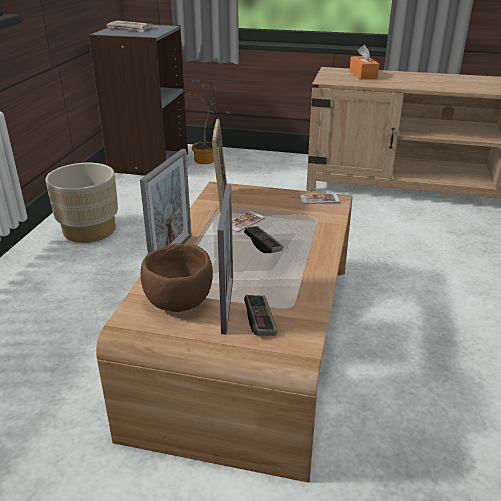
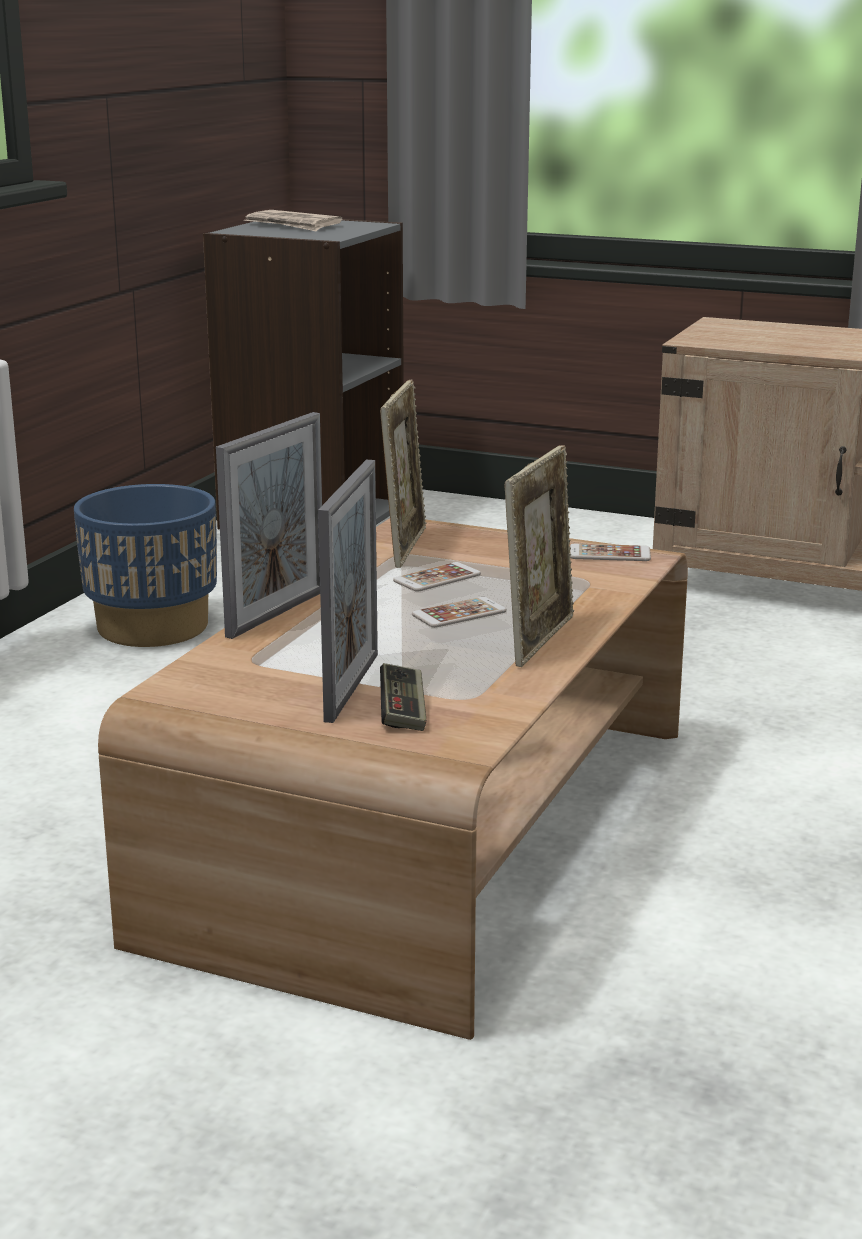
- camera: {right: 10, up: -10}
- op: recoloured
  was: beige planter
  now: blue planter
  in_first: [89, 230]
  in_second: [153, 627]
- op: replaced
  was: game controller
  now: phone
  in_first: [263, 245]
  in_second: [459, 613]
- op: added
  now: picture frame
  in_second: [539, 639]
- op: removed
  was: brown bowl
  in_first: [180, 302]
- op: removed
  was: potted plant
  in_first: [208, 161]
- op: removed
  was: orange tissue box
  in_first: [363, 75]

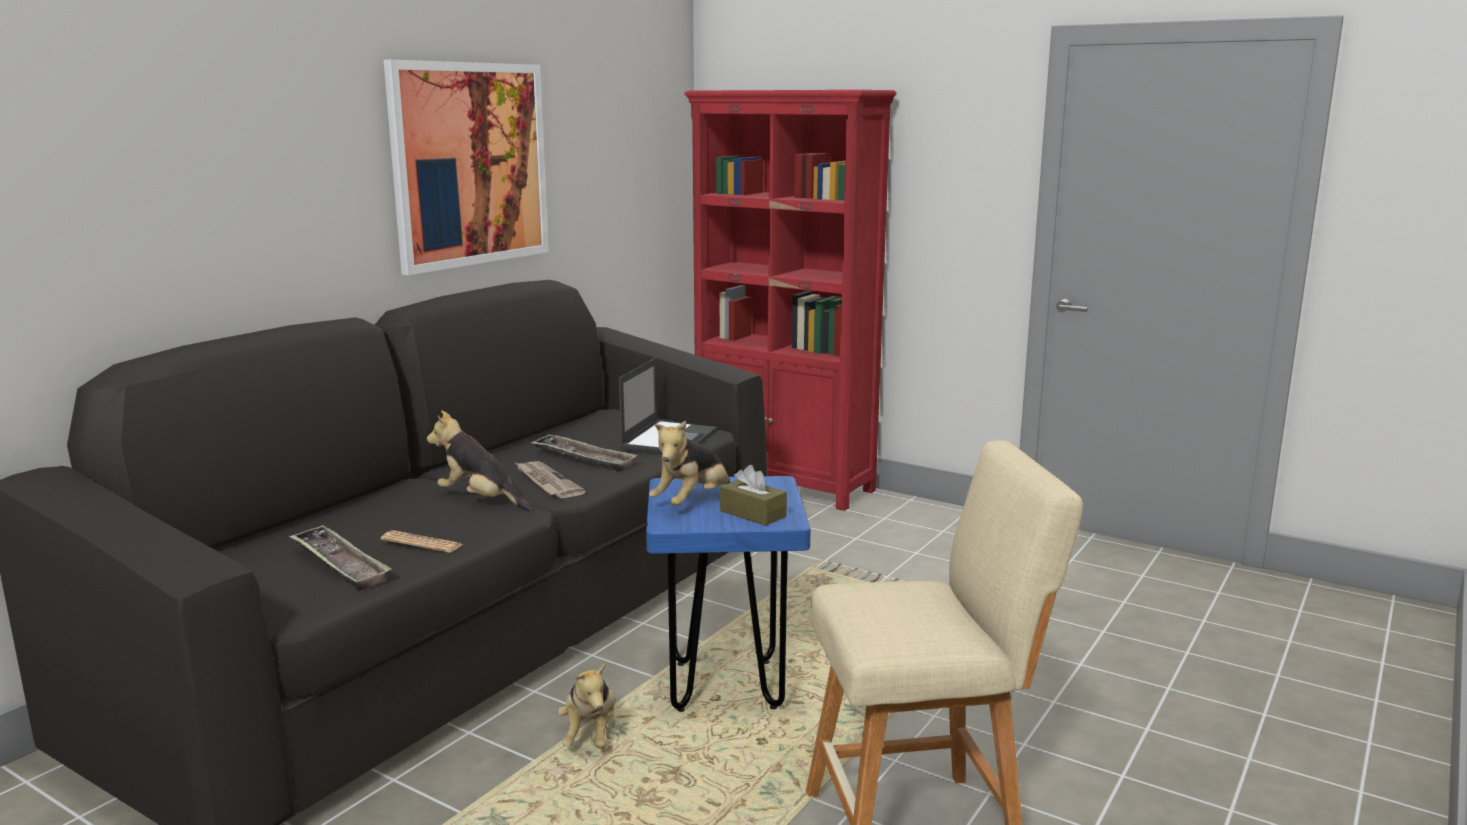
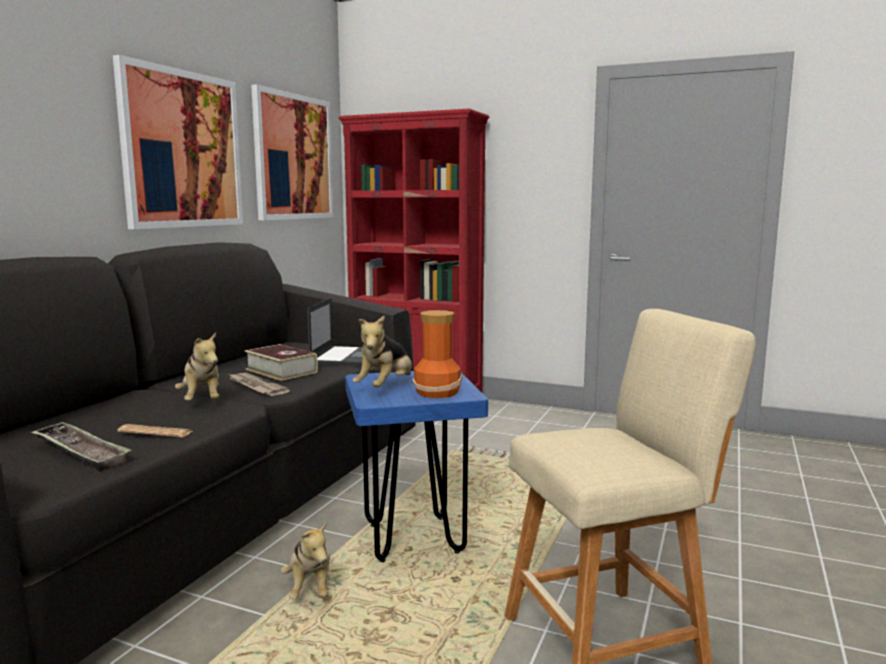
- camera: {right: -10, up: -5}
- op: turned
  was: plush toy
  in_first: [480, 500]
  in_second: [202, 401]
  clockwise: -135
- op: replaced
  was: tray
  now: book
  in_first: [583, 458]
  in_second: [281, 371]
- op: added
  now: picture
  in_second: [293, 157]
- op: replaced
  was: brown tissue box
  now: vase
  in_first: [753, 514]
  in_second: [438, 392]

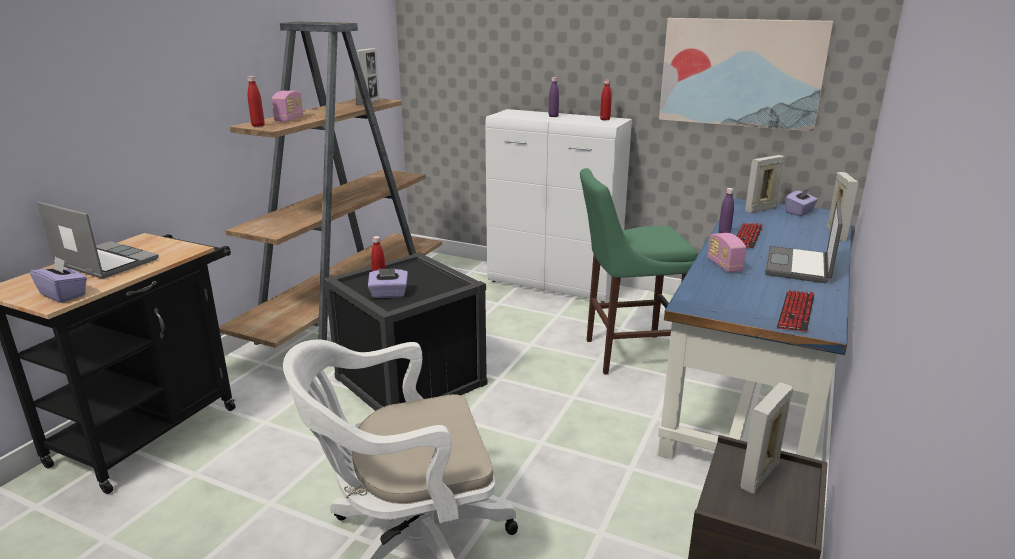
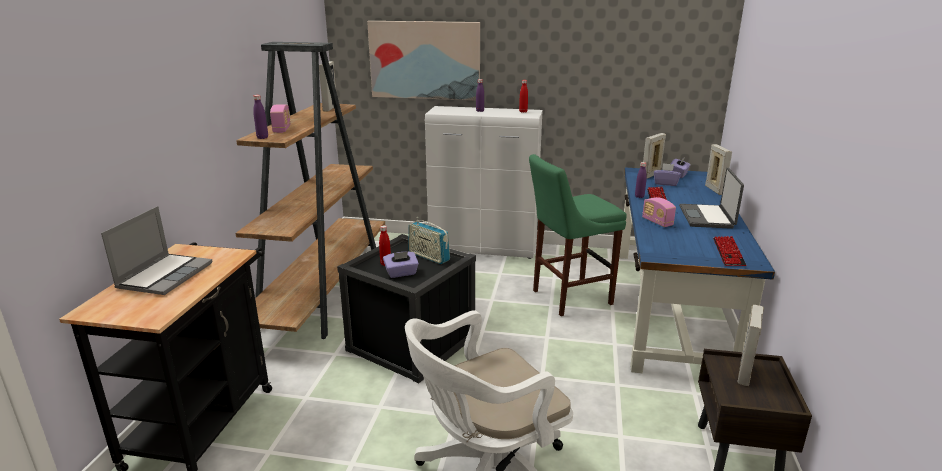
- camera: {right: -15, up: 0}
- op: turned
  was: laptop
  in_first: [104, 262]
  in_second: [165, 275]
  clockwise: 90
- op: recoloured
  was: red bottle
  now: purple bottle
  in_first: [258, 125]
  in_second: [262, 138]
- op: moved
  was: picture
  in_first: [740, 73]
  in_second: [425, 60]
- op: added
  now: radio
  in_second: [429, 257]
- op: moved
  was: purple tissue box
  in_first: [64, 295]
  in_second: [665, 183]

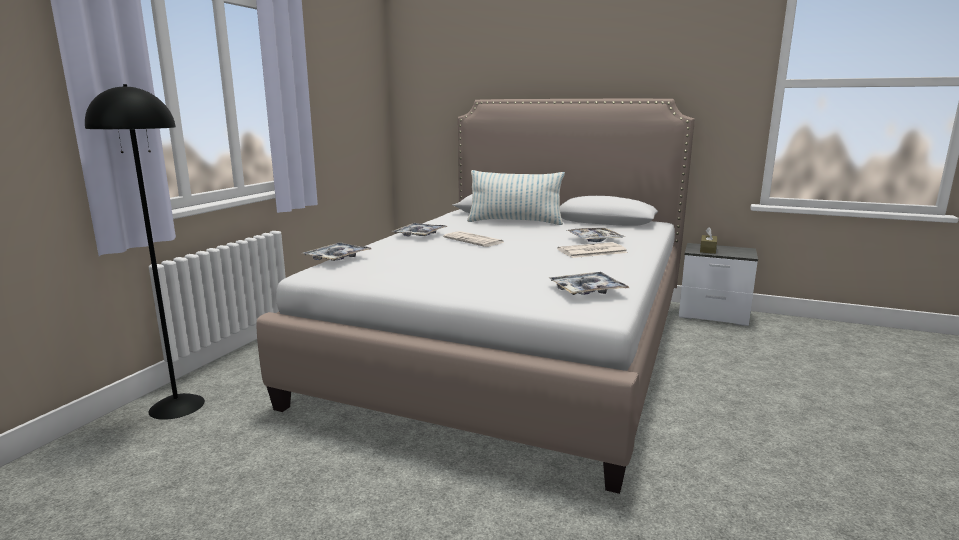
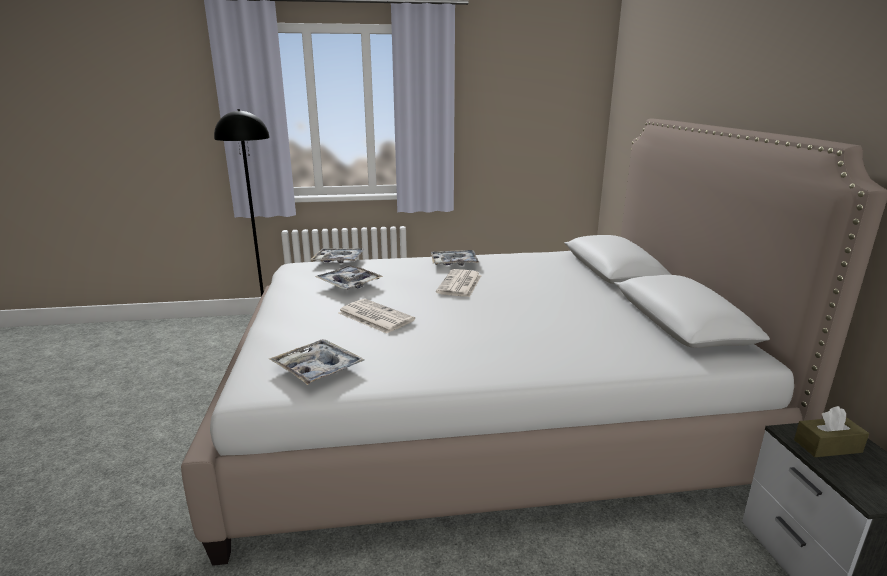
- camera: {right: 60, up: 5}
- op: moved
  was: tray
  in_first: [594, 239]
  in_second: [349, 283]
- op: moved
  was: newspaper
  in_first: [591, 251]
  in_second: [374, 316]
- op: removed
  was: pillow
  in_first: [515, 222]

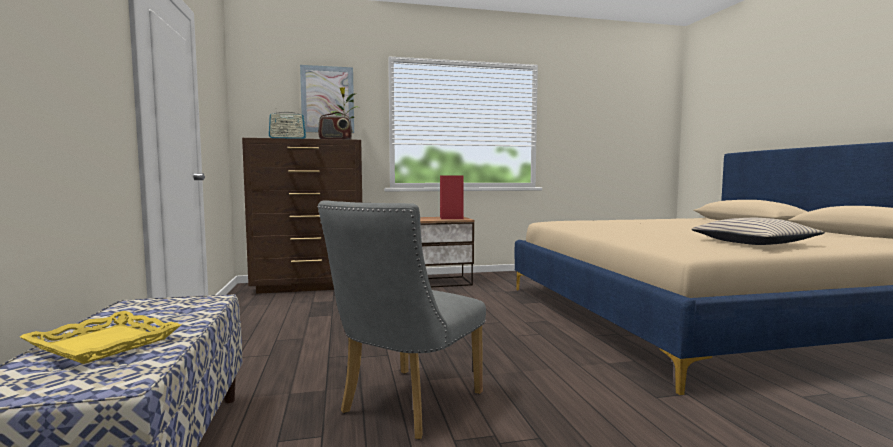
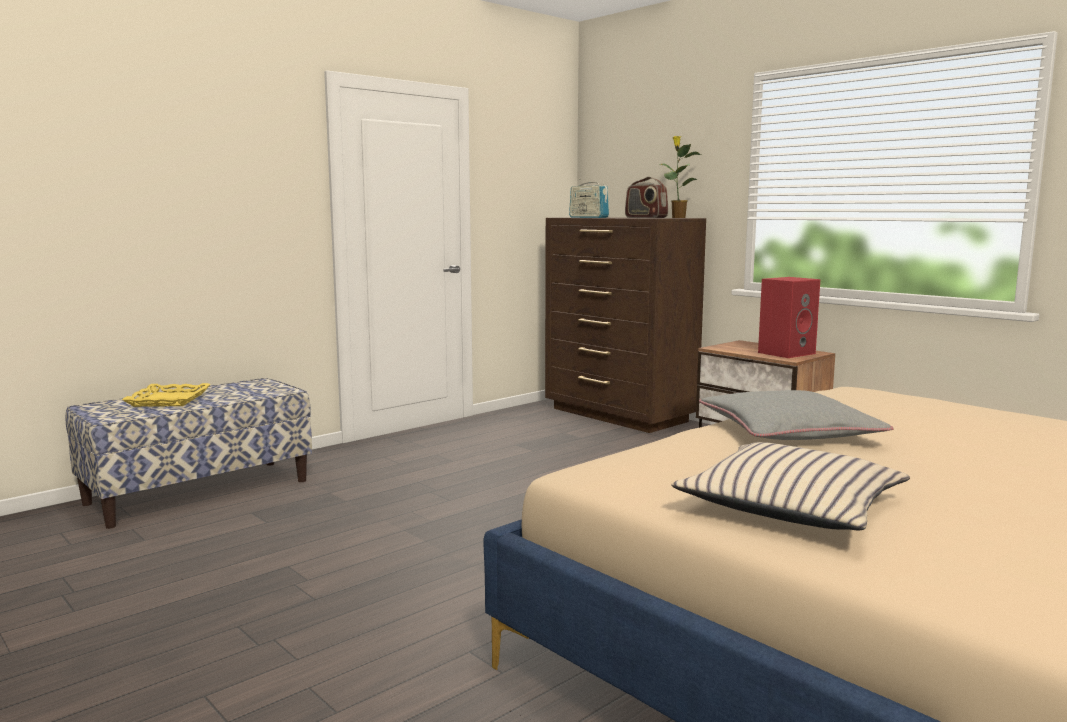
- camera: {right: 60, up: 5}
- op: added
  now: grey pillow
  in_second: [788, 431]
- op: removed
  was: picture
  in_first: [327, 99]
- op: removed
  was: grey chair
  in_first: [405, 406]

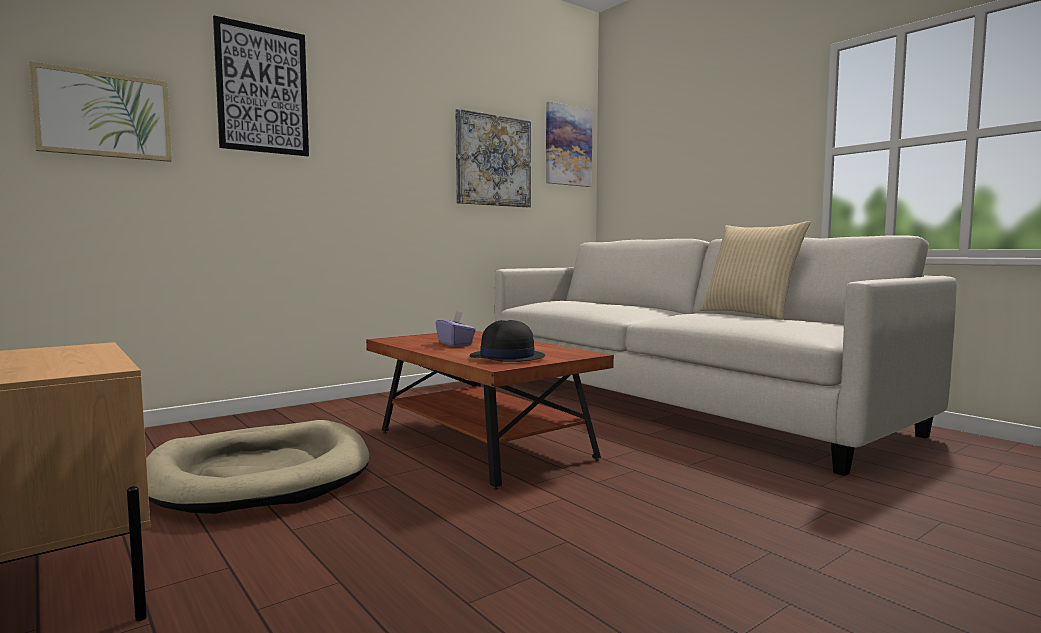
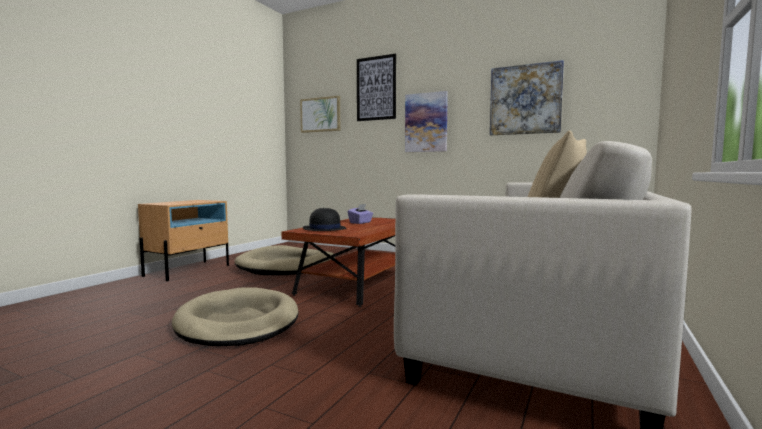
- camera: {right: 65, up: 0}
- op: added
  now: beige dog bed
  in_second: [238, 322]
- op: moved
  was: picture
  in_first: [568, 146]
  in_second: [426, 122]

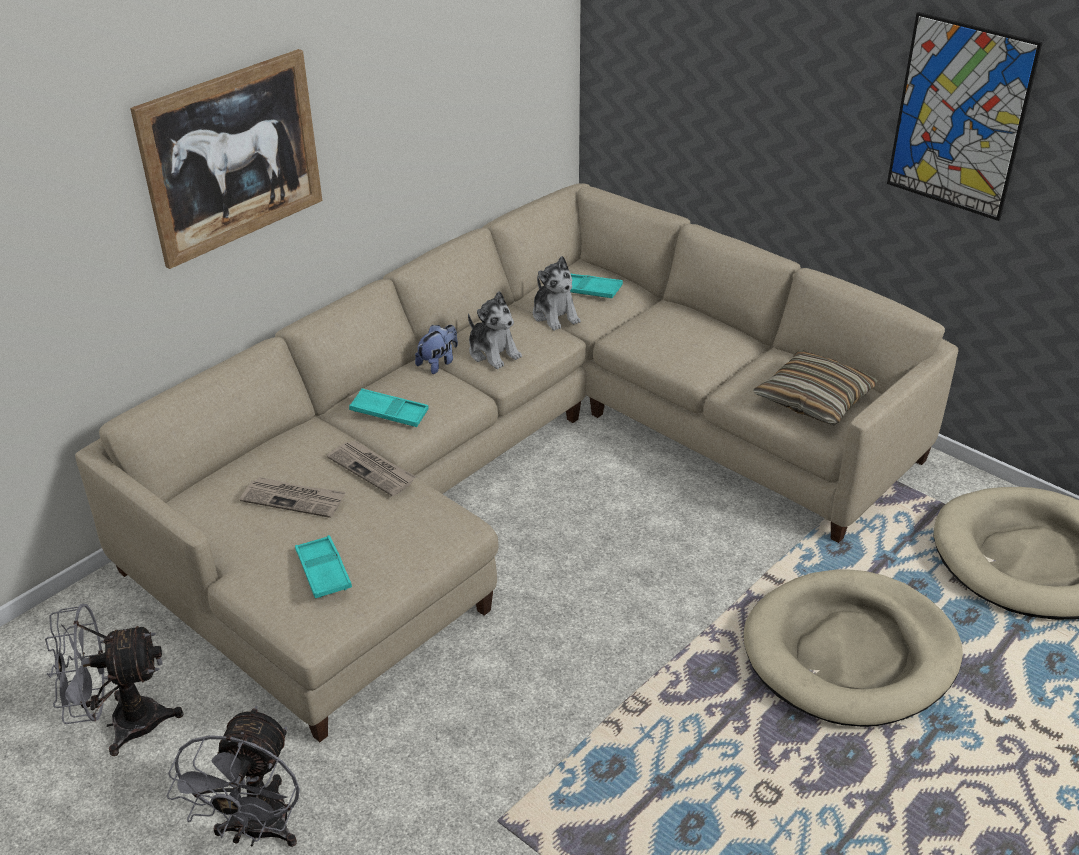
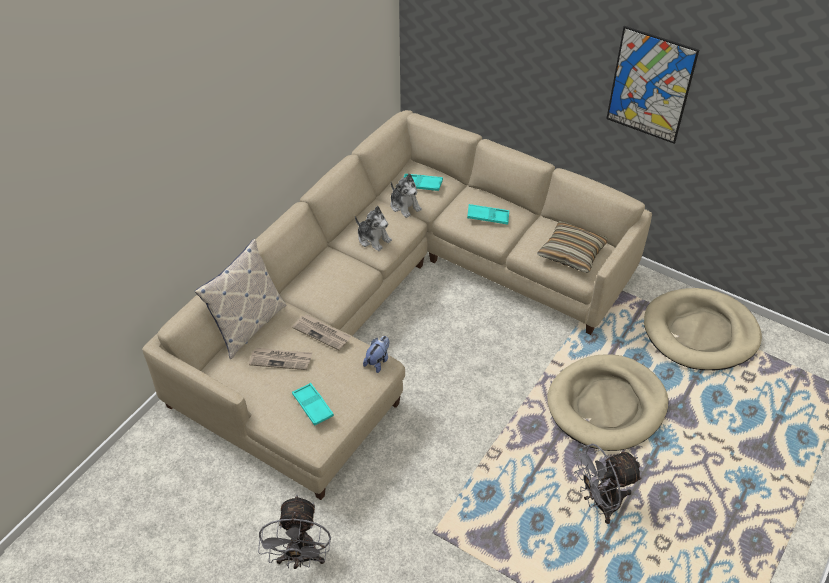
- camera: {right: -10, up: 10}
- op: added
  now: pillow
  in_second: [248, 325]
- op: moved
  was: plush toy
  in_first: [438, 363]
  in_second: [378, 361]
- op: moved
  was: turquoise tray
  in_first: [389, 413]
  in_second: [488, 217]
- op: moved
  was: grey fan
  in_first: [122, 724]
  in_second: [600, 504]
- op: removed
  was: picture
  in_first: [232, 157]

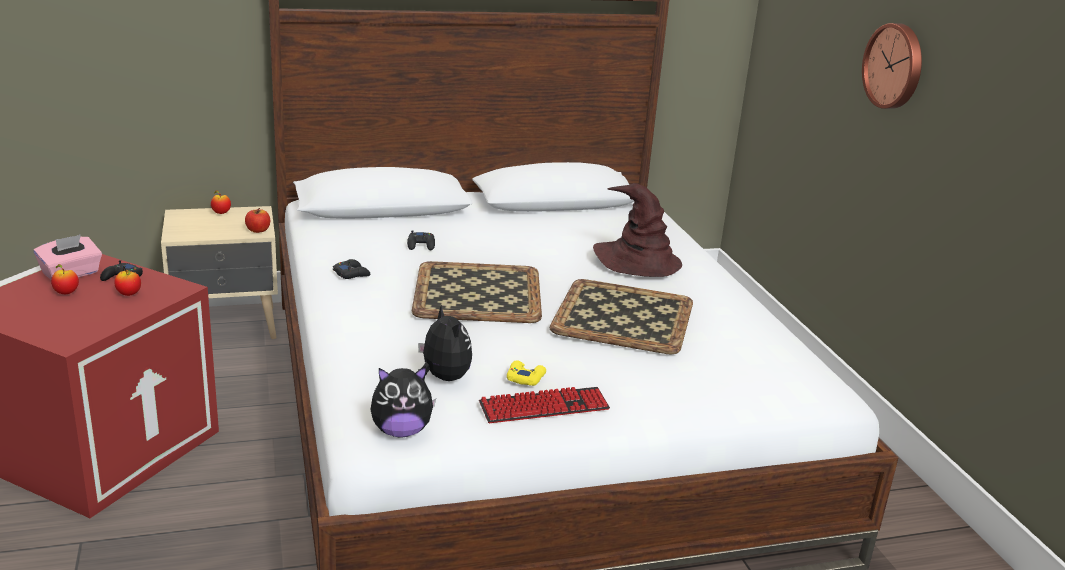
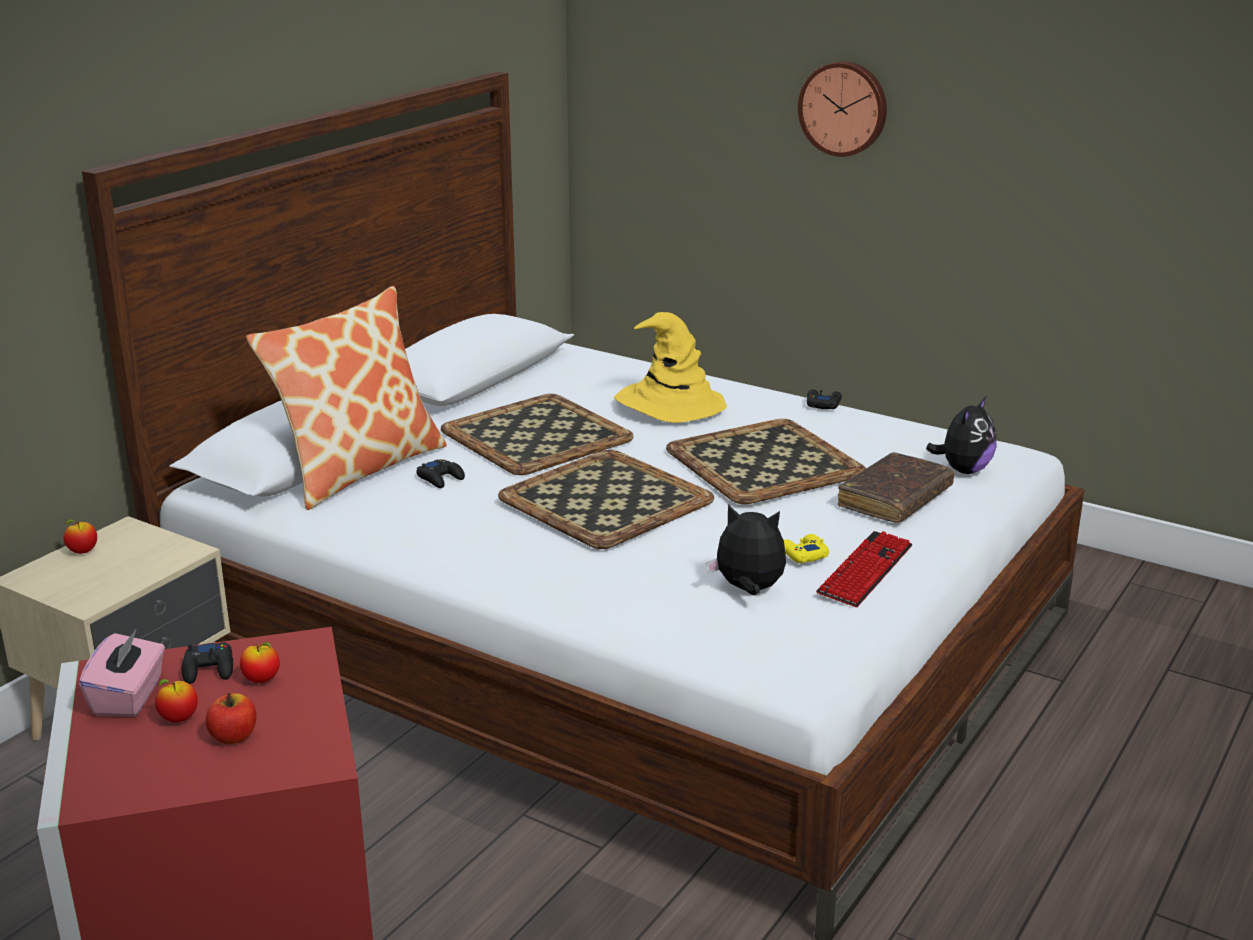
- camera: {right: -40, up: 0}
- op: moved
  was: apple
  in_first: [258, 230]
  in_second: [234, 736]
- op: added
  now: pillow
  in_second: [358, 469]
- op: added
  now: tray
  in_second: [538, 435]
- op: recoloured
  was: brown hat
  now: yellow hat
  in_first: [637, 261]
  in_second: [668, 405]
- op: moved
  was: black game controller
  in_first: [351, 274]
  in_second: [823, 404]
- op: added
  now: brown book
  in_second: [895, 499]
- op: moved
  was: plush toy
  in_first: [401, 431]
  in_second: [963, 470]

